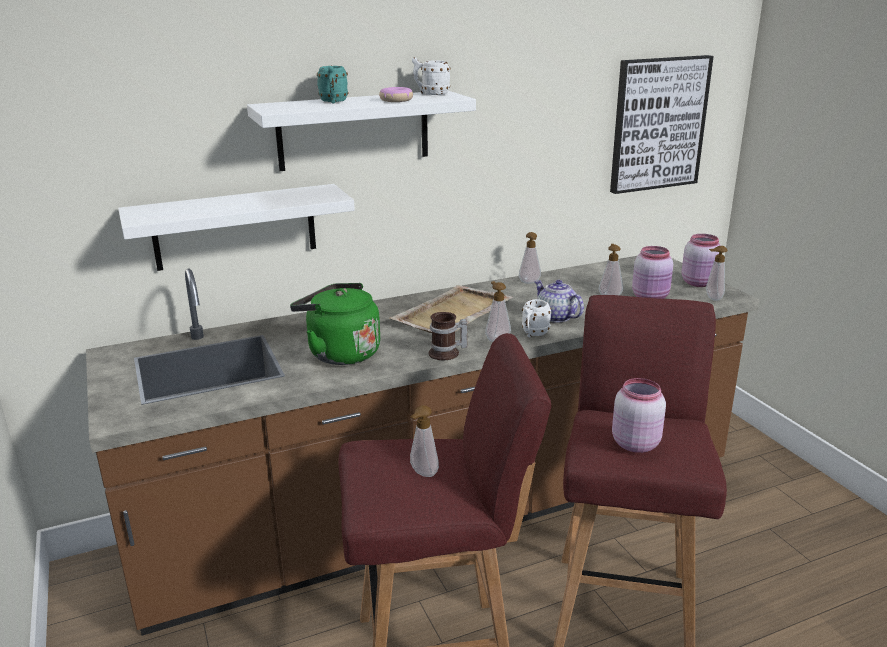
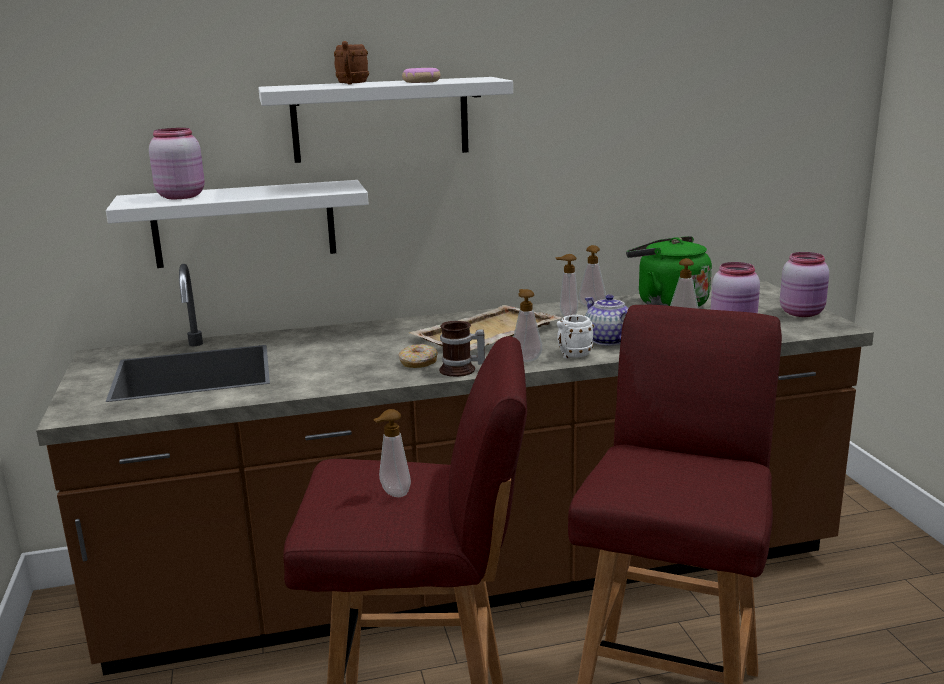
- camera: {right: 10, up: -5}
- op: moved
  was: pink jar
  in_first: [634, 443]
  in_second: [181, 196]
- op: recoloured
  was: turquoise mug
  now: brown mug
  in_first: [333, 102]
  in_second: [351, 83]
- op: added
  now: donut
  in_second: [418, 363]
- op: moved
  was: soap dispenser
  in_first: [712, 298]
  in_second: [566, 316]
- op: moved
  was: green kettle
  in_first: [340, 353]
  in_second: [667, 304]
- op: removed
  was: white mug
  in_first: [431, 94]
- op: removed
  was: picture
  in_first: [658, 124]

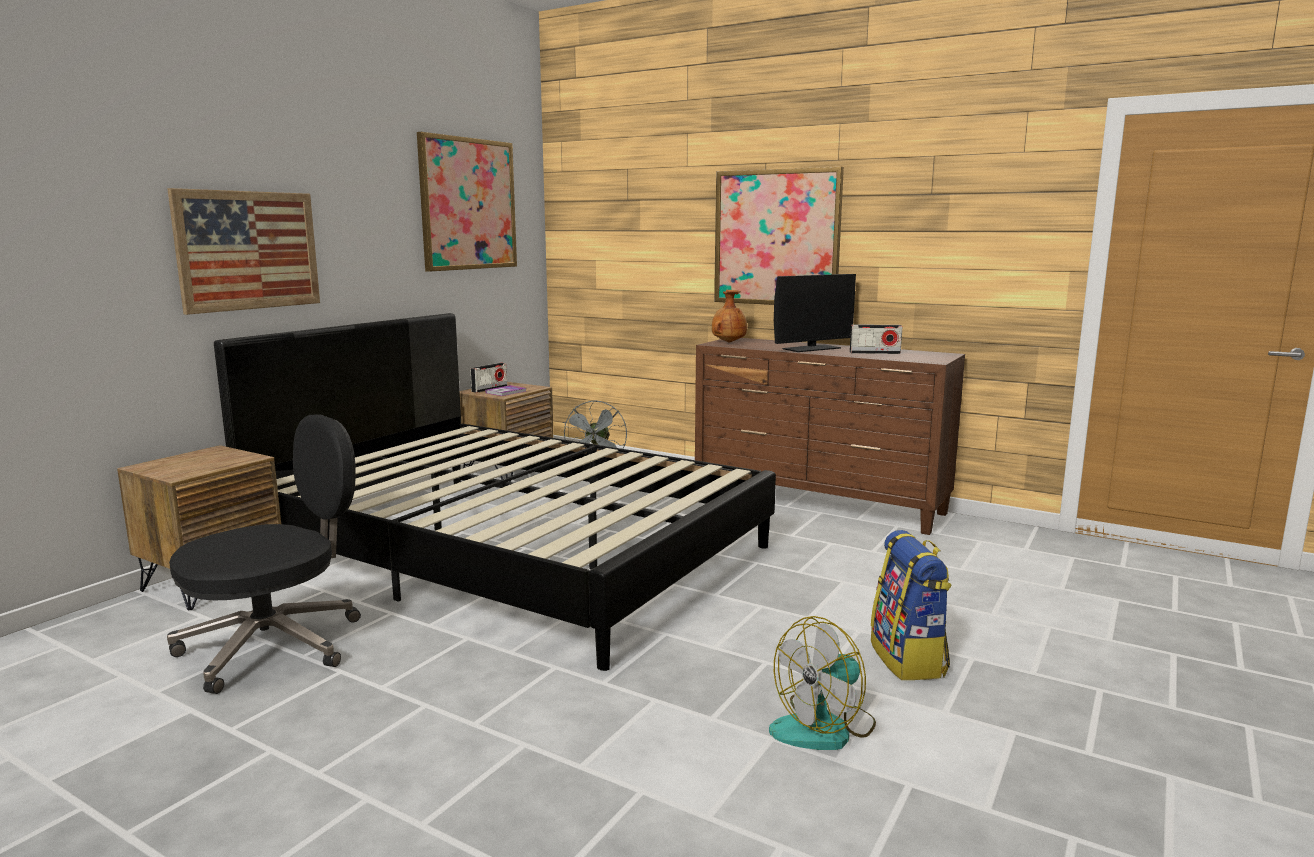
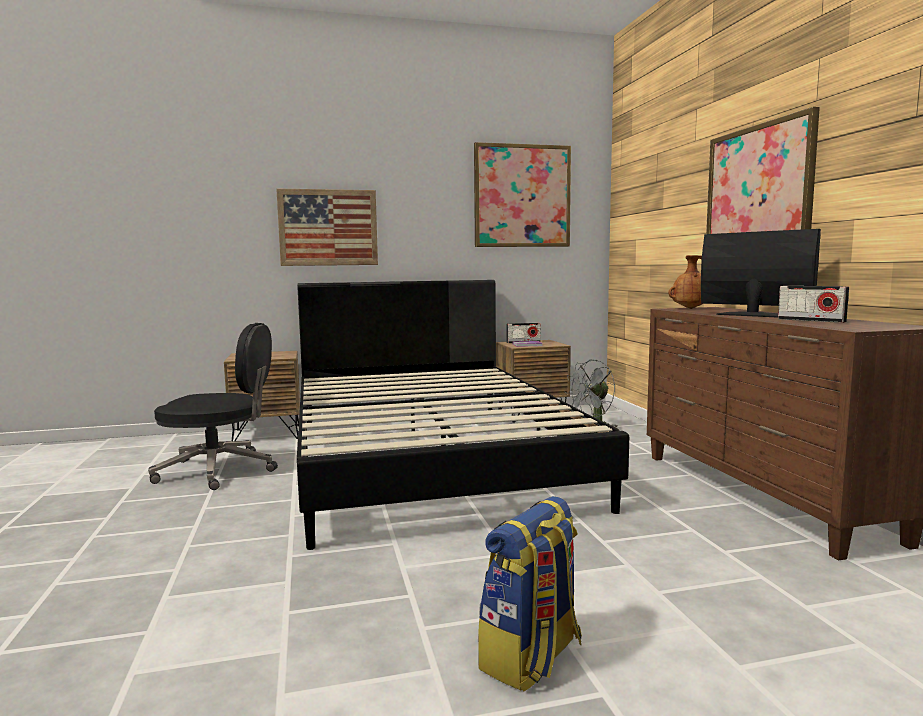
- camera: {right: 45, up: -5}
- op: turned
  was: monitor
  in_first: [811, 348]
  in_second: [752, 315]
  clockwise: -150
- op: removed
  was: fan
  in_first: [824, 728]

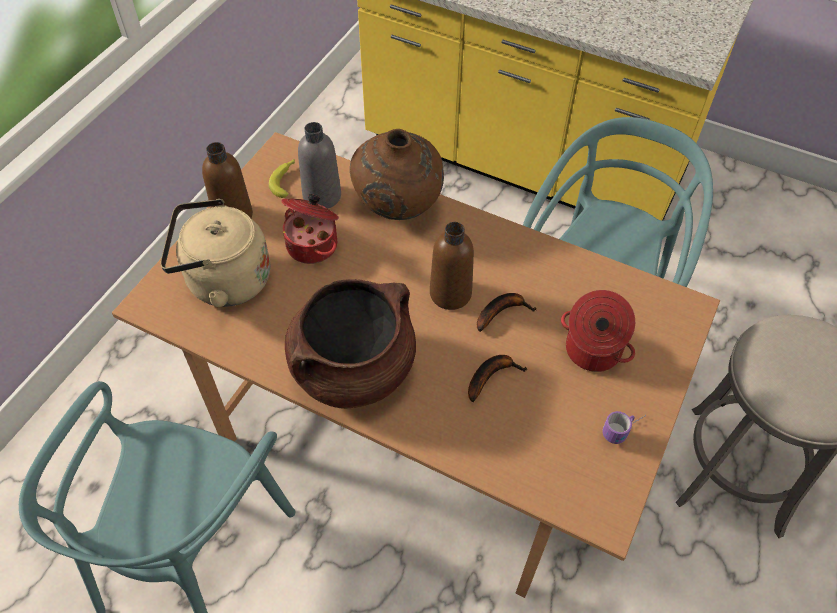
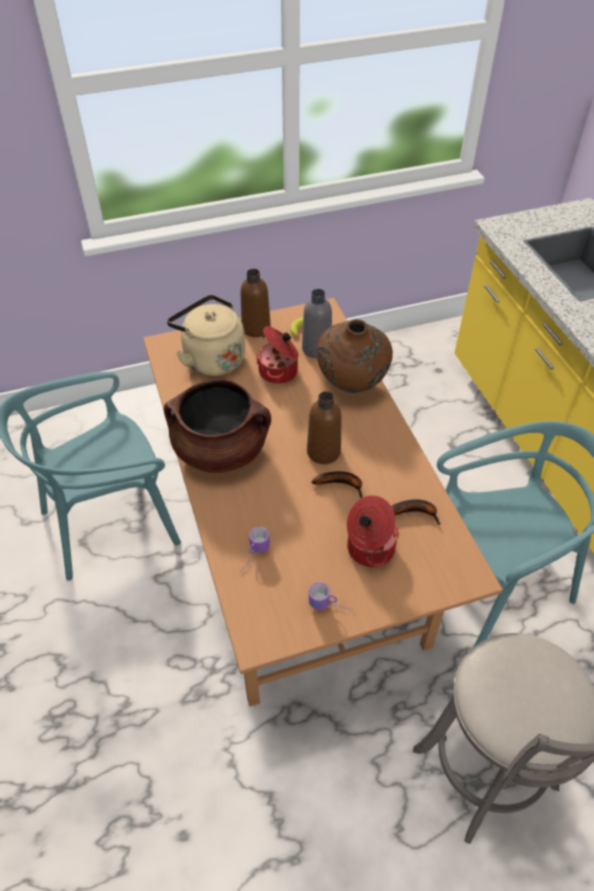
- camera: {right: 45, up: -5}
- op: added
  now: mug
  in_second: [253, 556]
- op: moved
  was: banana
  in_first: [491, 376]
  in_second: [414, 512]

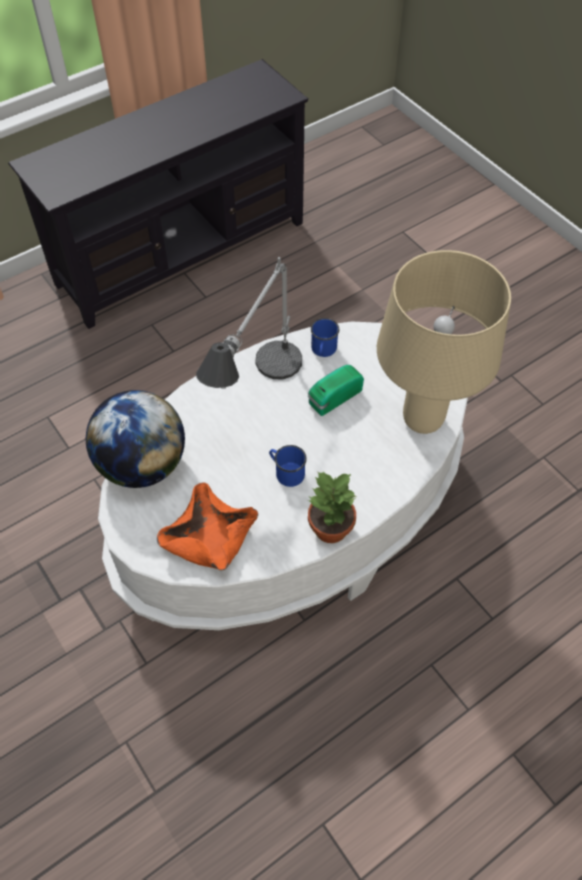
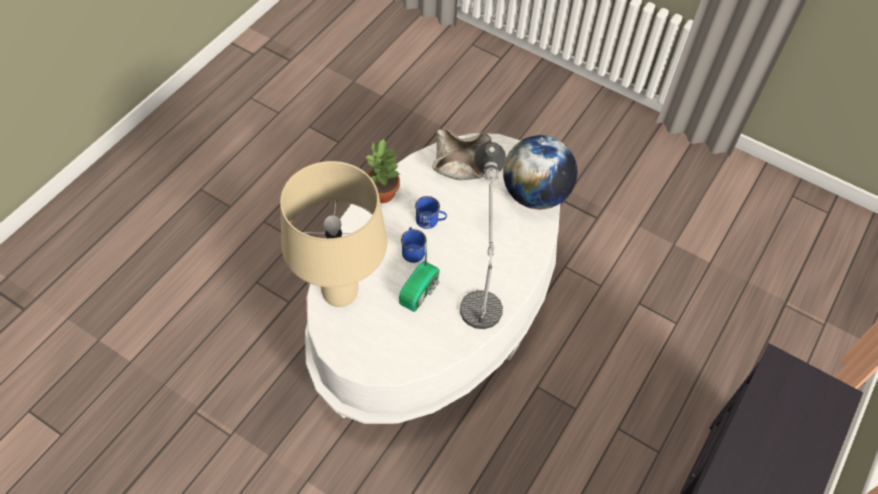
- camera: {right: 155, up: 0}
- op: moved
  was: blue mug
  in_first: [323, 350]
  in_second: [412, 250]
- op: recoloured
  was: orange bowl
  now: beige bowl
  in_first: [209, 538]
  in_second: [461, 163]

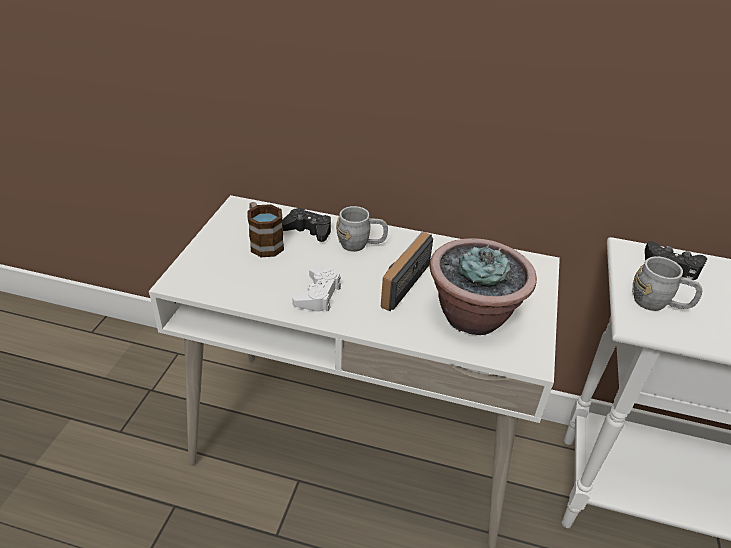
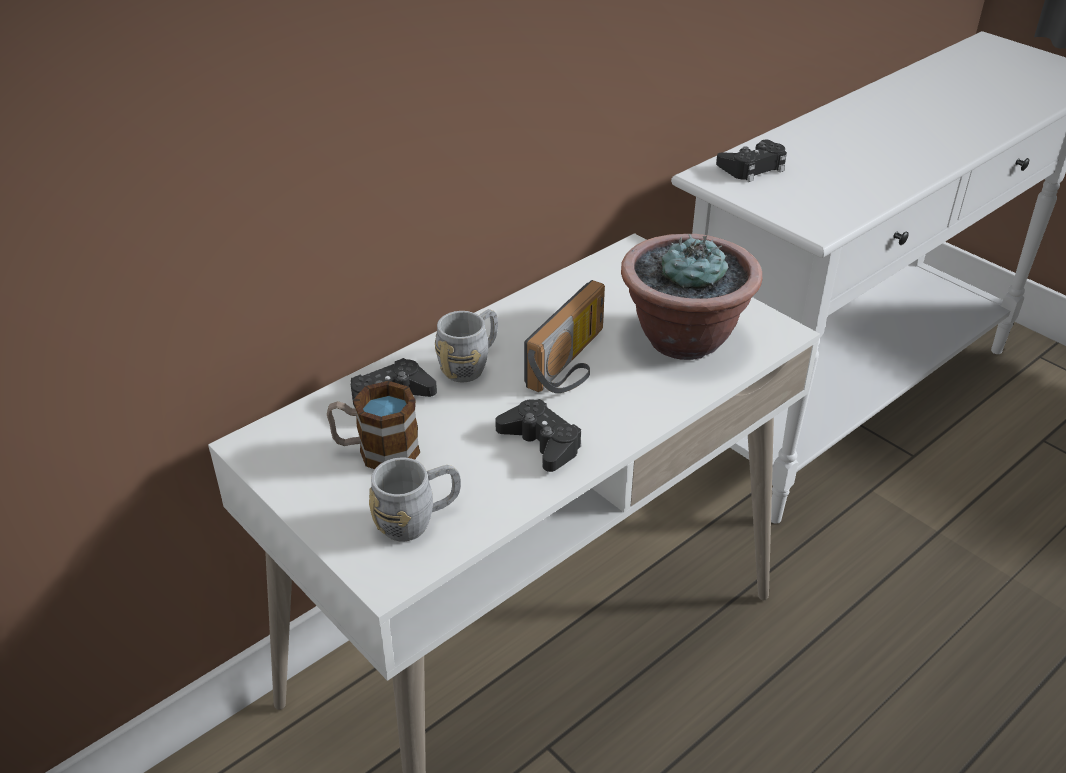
- camera: {right: -55, up: 0}
- op: moved
  was: grey mug
  in_first: [658, 304]
  in_second: [418, 520]
- op: recoloured
  was: white game controller
  now: black game controller
  in_first: [318, 294]
  in_second: [541, 442]
- op: turned
  was: radio
  in_first: [399, 280]
  in_second: [573, 364]
  clockwise: -120

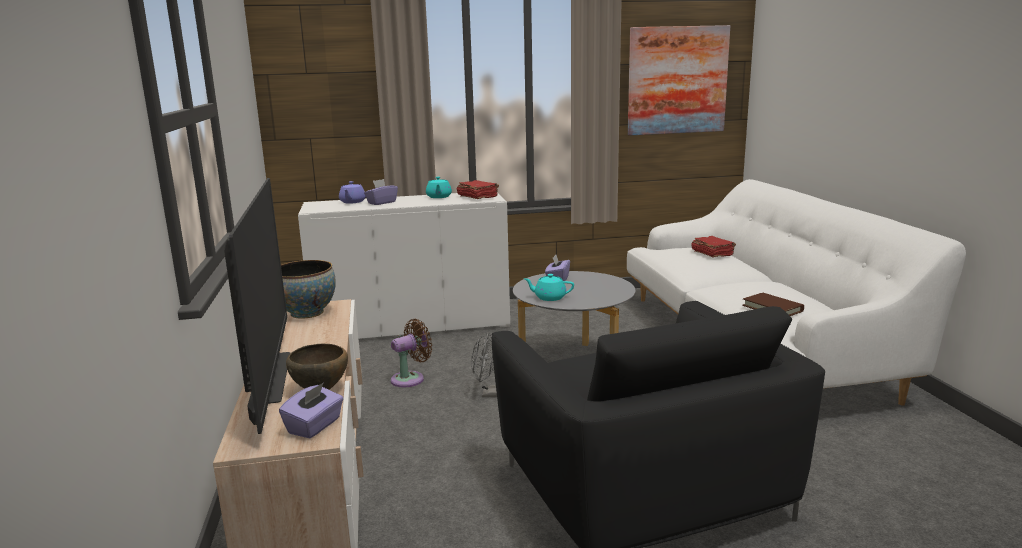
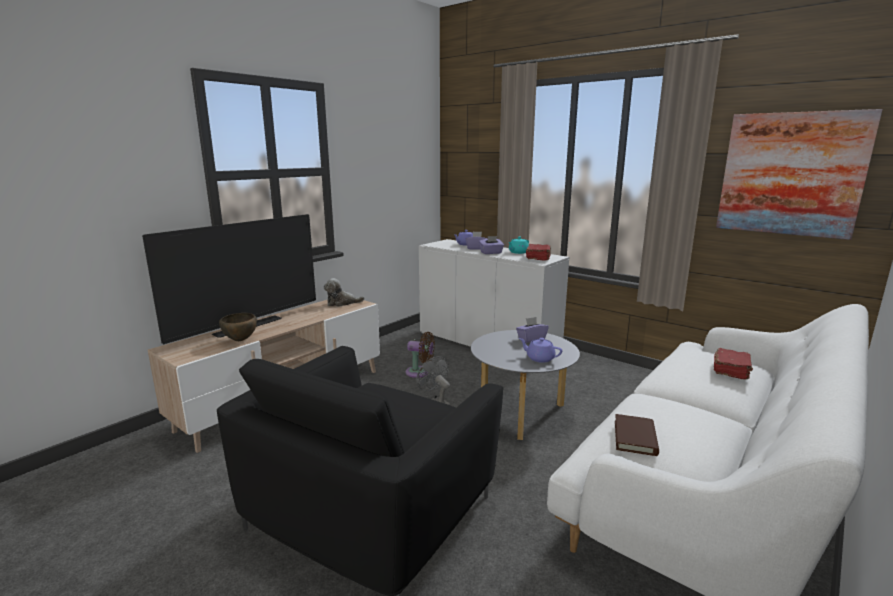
- camera: {right: 50, up: 0}
- op: replaced
  was: bowl
  now: plush toy
  in_first: [307, 313]
  in_second: [342, 303]
- op: moved
  was: purple tissue box
  in_first: [315, 426]
  in_second: [491, 253]
- op: added
  now: purple teapot
  in_second: [539, 358]
- op: removed
  was: turquoise teapot
  in_first: [549, 297]

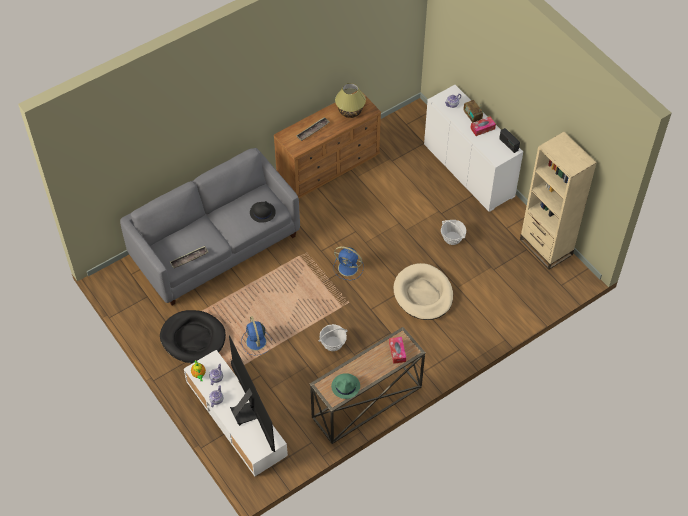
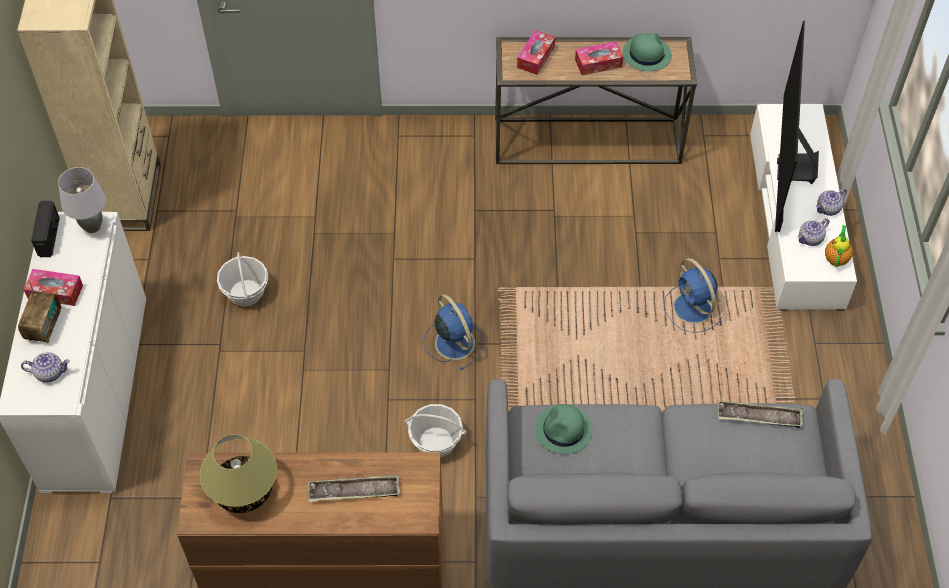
- camera: {right: -145, up: 0}
- op: added
  now: grey table lamp
  in_second: [92, 227]
- op: moved
  was: basket
  in_first: [333, 343]
  in_second: [436, 442]
- op: recoloured
  was: black hat
  now: green hat
  in_first: [262, 212]
  in_second: [563, 430]
- op: added
  now: tissue box
  in_second: [598, 63]
- op: turned
  was: blue fan
  in_first: [256, 342]
  in_second: [693, 309]
  clockwise: 135
- op: removed
  was: black dog bed
  in_first: [193, 338]
- op: removed
  was: beige dog bed
  in_first: [423, 294]

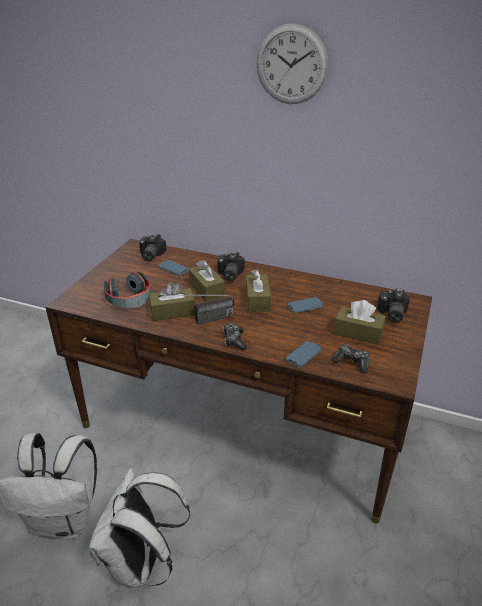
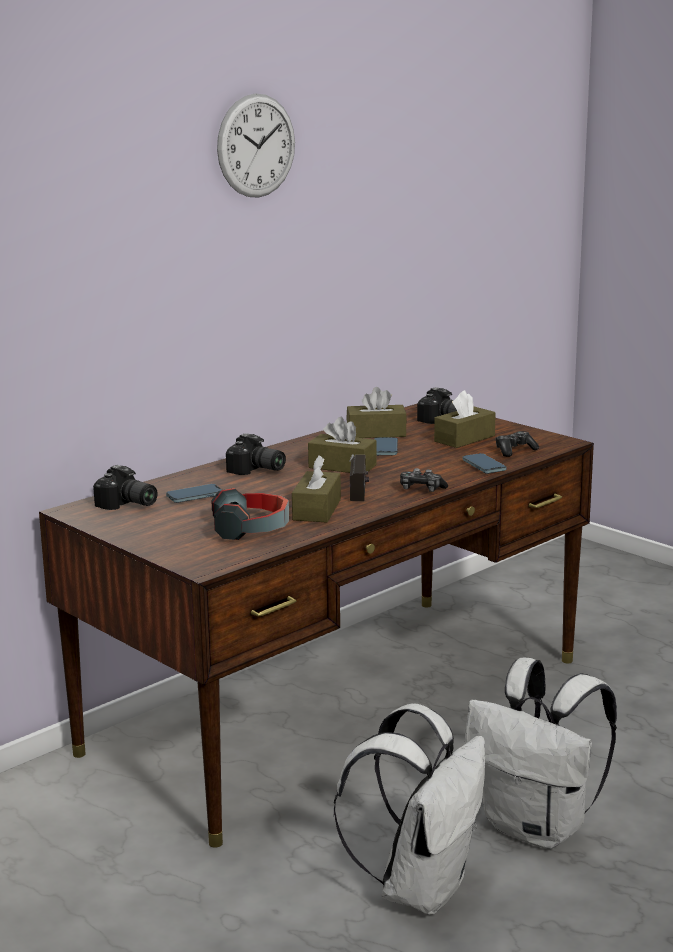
- camera: {right: -65, up: -15}
- op: moved
  was: brown tissue box
  in_first: [207, 289]
  in_second: [376, 433]

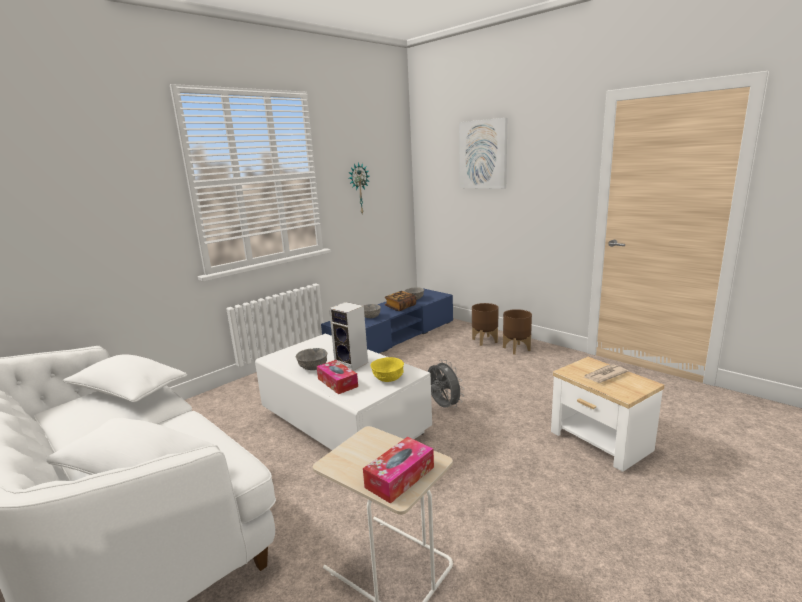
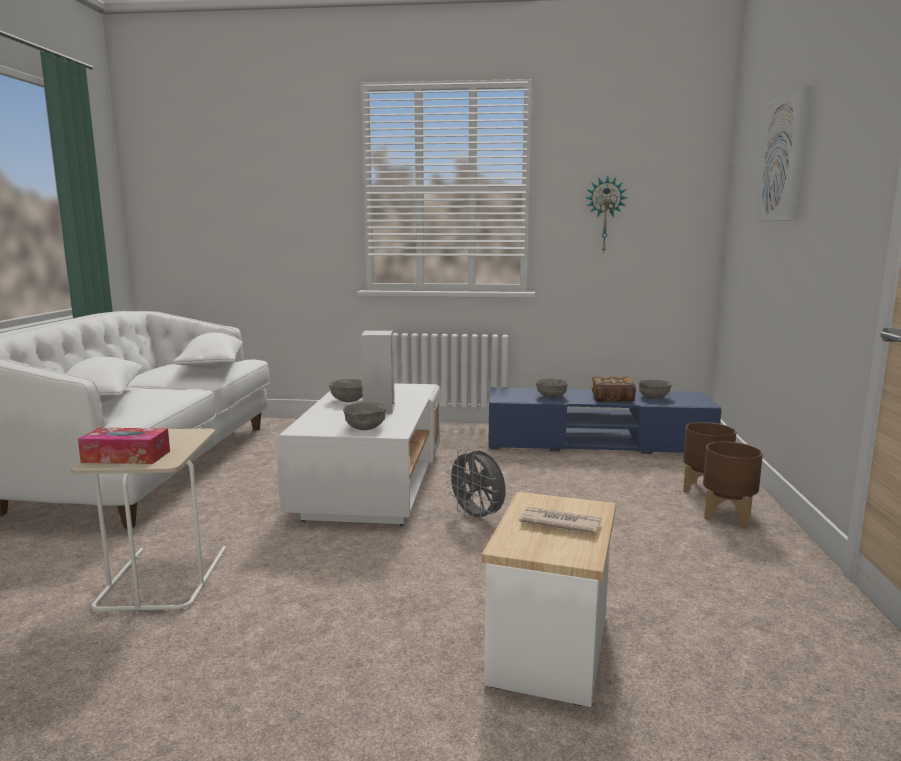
- camera: {right: 50, up: -5}
- op: recoloured
  was: yellow bowl
  now: grey bowl
  in_first: [388, 378]
  in_second: [366, 427]
- op: turned
  was: grey fan
  in_first: [443, 406]
  in_second: [477, 518]
  clockwise: 120
- op: removed
  was: tissue box
  in_first: [337, 382]

